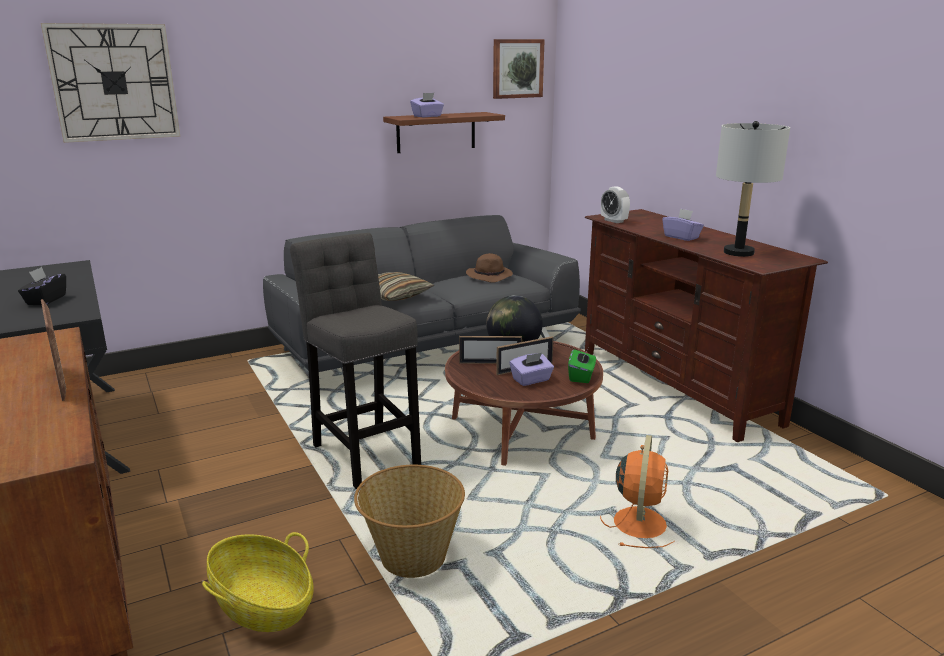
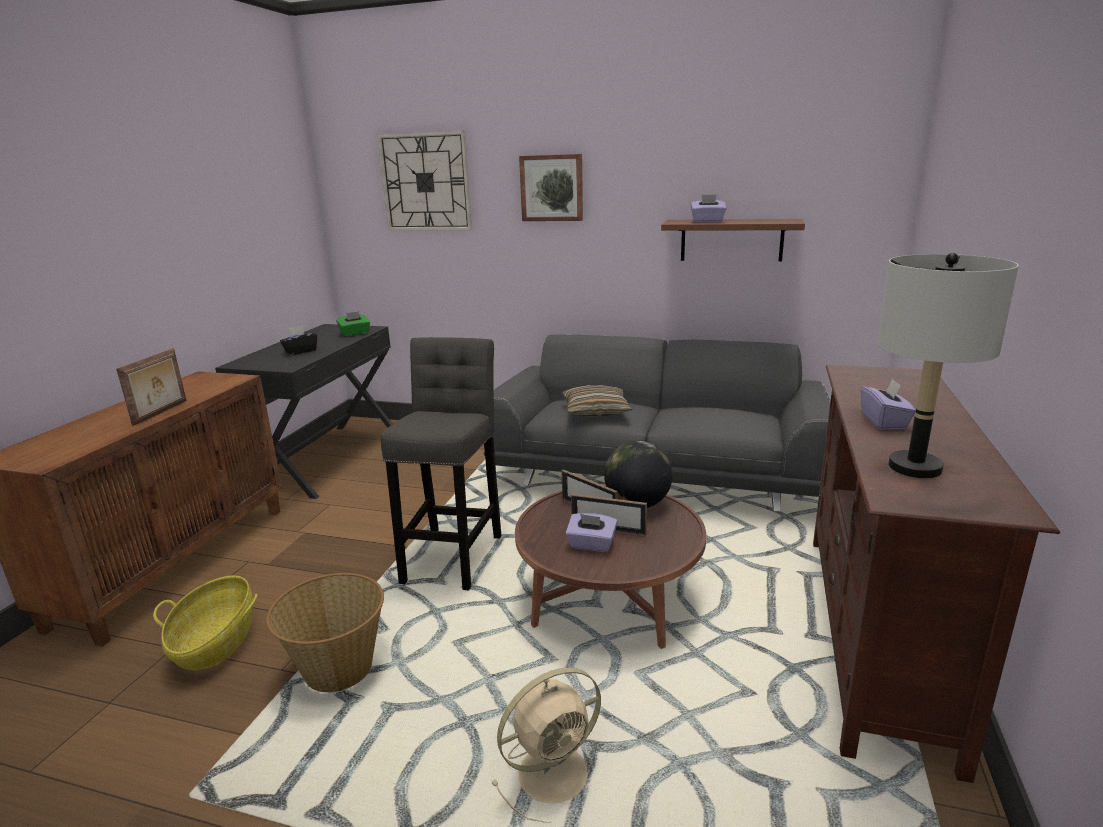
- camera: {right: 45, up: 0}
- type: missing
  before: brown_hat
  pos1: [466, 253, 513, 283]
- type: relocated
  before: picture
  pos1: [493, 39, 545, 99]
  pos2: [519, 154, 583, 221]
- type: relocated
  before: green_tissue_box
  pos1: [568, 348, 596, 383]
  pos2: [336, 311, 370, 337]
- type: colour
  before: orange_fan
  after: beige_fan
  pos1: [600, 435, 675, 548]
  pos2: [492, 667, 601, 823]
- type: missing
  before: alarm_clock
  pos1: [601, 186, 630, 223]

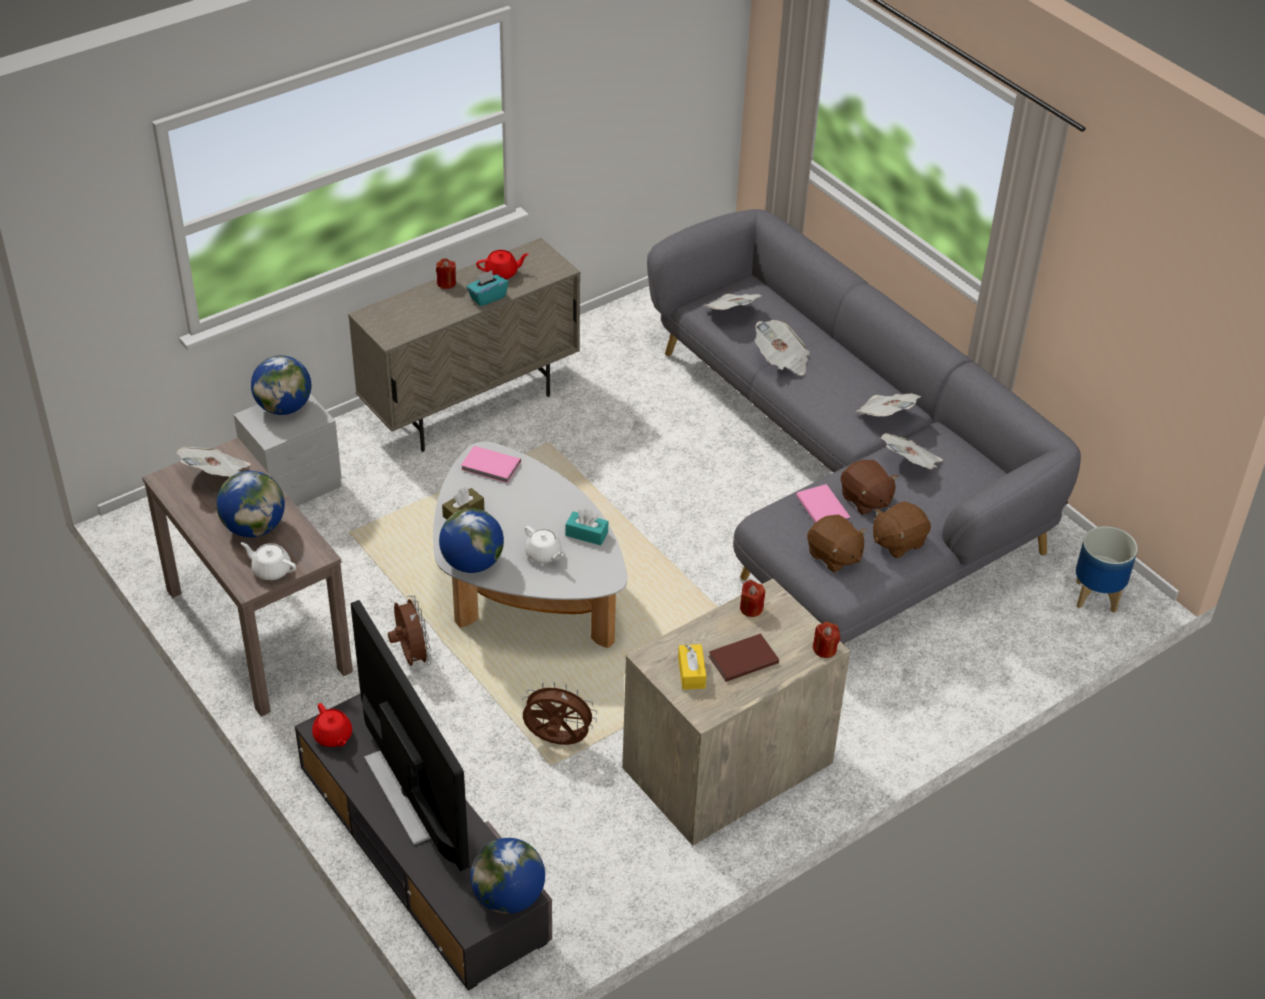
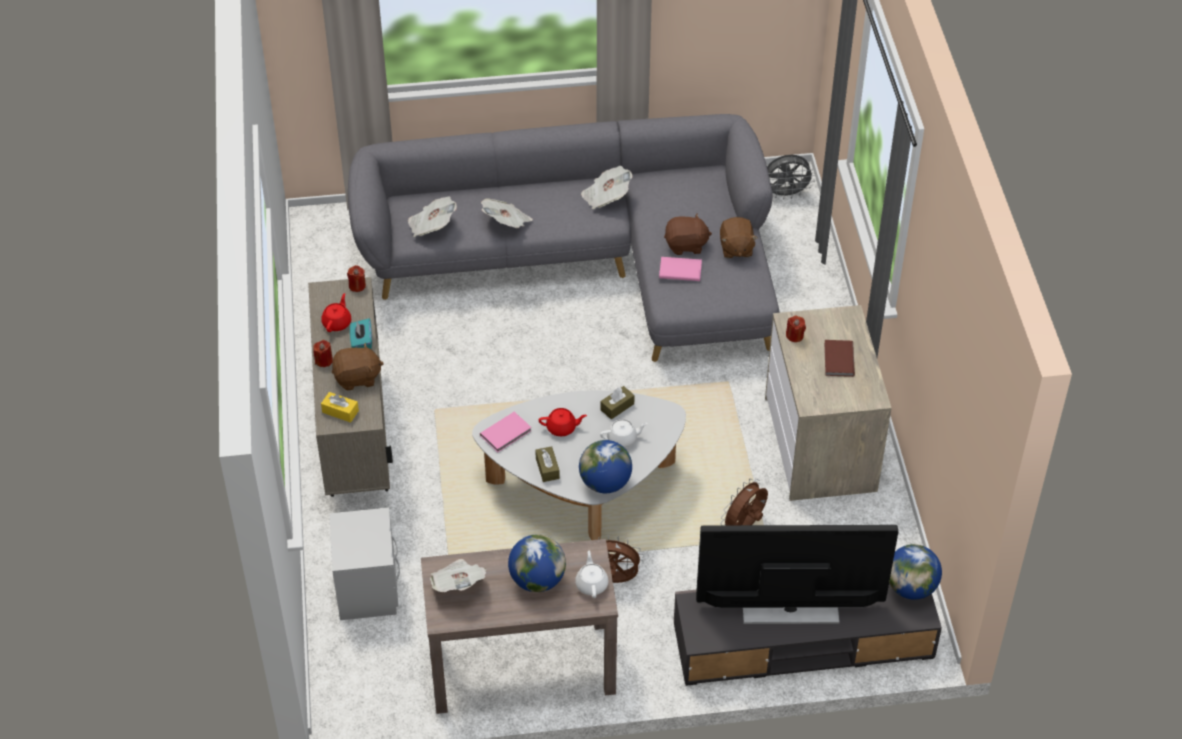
- camera: {right: -60, up: 5}
- type: spun
  before: white_teapot
  pos1: [241, 542, 296, 580]
  pos2: [575, 551, 608, 598]
  turn: 120
- type: missing
  before: globe
  pos1: [251, 355, 311, 415]
- type: relocated
  before: red_teapot
  pos1: [312, 703, 352, 747]
  pos2: [539, 408, 587, 436]
- type: colour
  before: turquoise_tissue_box
  after: brown_tissue_box
  pos1: [566, 509, 608, 545]
  pos2: [600, 386, 635, 419]
- type: relocated
  before: yellow_tissue_box
  pos1: [678, 644, 706, 690]
  pos2: [321, 392, 359, 422]
- type: relocated
  before: brown_plush_toy
  pos1: [807, 515, 866, 572]
  pos2: [332, 342, 384, 390]
- type: relocated
  before: red_candle
  pos1: [813, 622, 840, 658]
  pos2: [347, 265, 366, 292]
- type: missing
  before: newspaper
  pos1: [881, 433, 943, 470]
- type: exchanged
  before: planter
  after: grey_fan
  pos1: [1076, 526, 1138, 613]
  pos2: [767, 155, 815, 200]

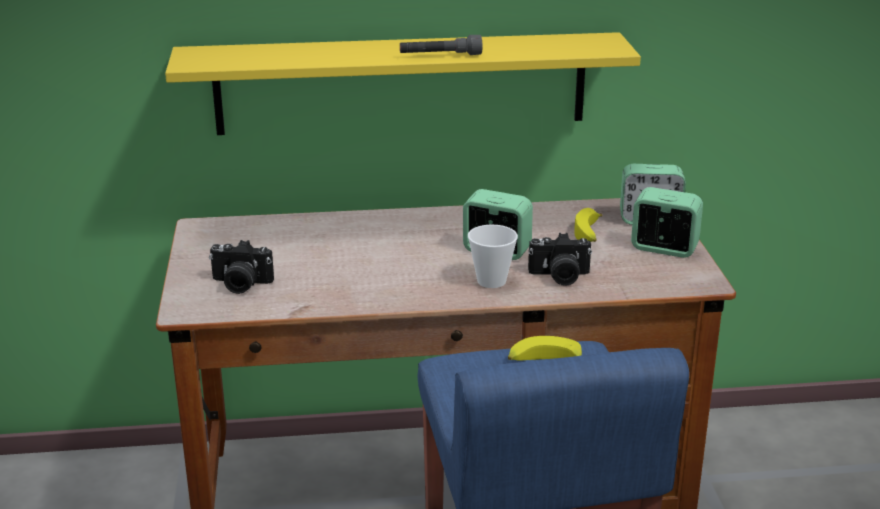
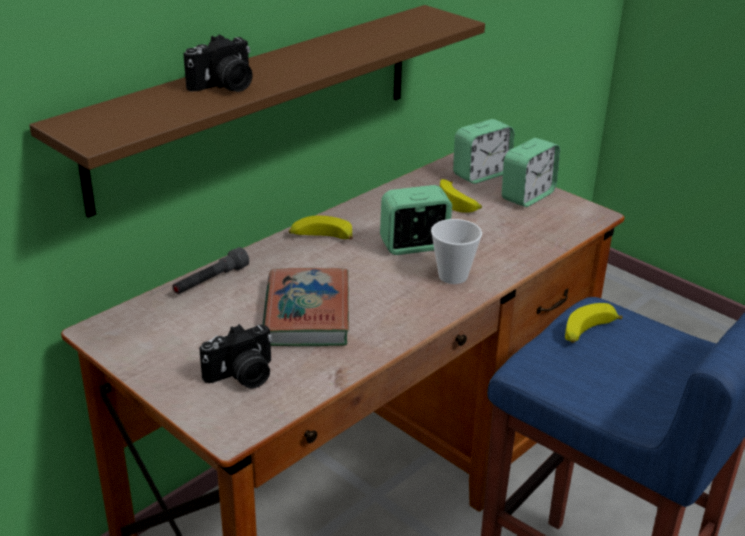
- camera: {right: -40, up: 5}
- type: colour
  before: yellow_shelf
  after: brown_shelf
  pos1: [165, 32, 641, 135]
  pos2: [29, 5, 485, 218]
- type: relocated
  before: grey_flashlight
  pos1: [400, 35, 482, 55]
  pos2: [173, 247, 249, 294]
- type: relocated
  before: photo_camera
  pos1: [528, 233, 592, 286]
  pos2: [183, 35, 253, 92]
- type: spun
  before: alarm_clock
  pos1: [631, 187, 703, 258]
  pos2: [502, 138, 560, 207]
  turn: 150
- type: appeared
  after: book
  pos2: [263, 268, 349, 346]
- type: appeared
  after: banana
  pos2: [289, 216, 353, 240]

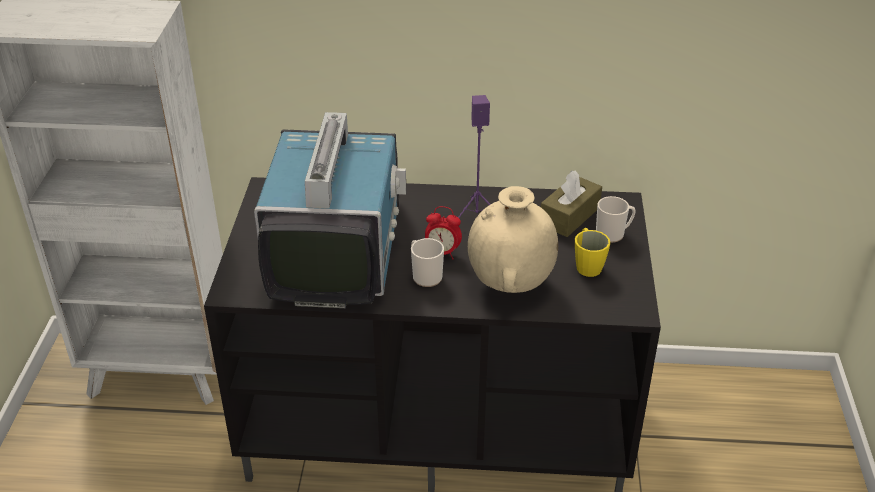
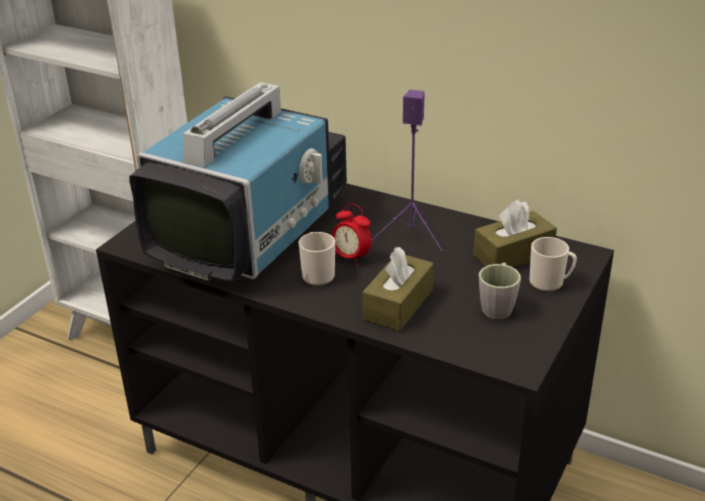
- camera: {right: 25, up: -5}
- type: exchanged
  before: beige_vase
  after: brown_tissue_box
  pos1: [468, 186, 558, 293]
  pos2: [362, 247, 434, 331]
- type: colour
  before: yellow_mug
  after: grey_mug
  pos1: [575, 228, 610, 277]
  pos2: [479, 263, 521, 319]

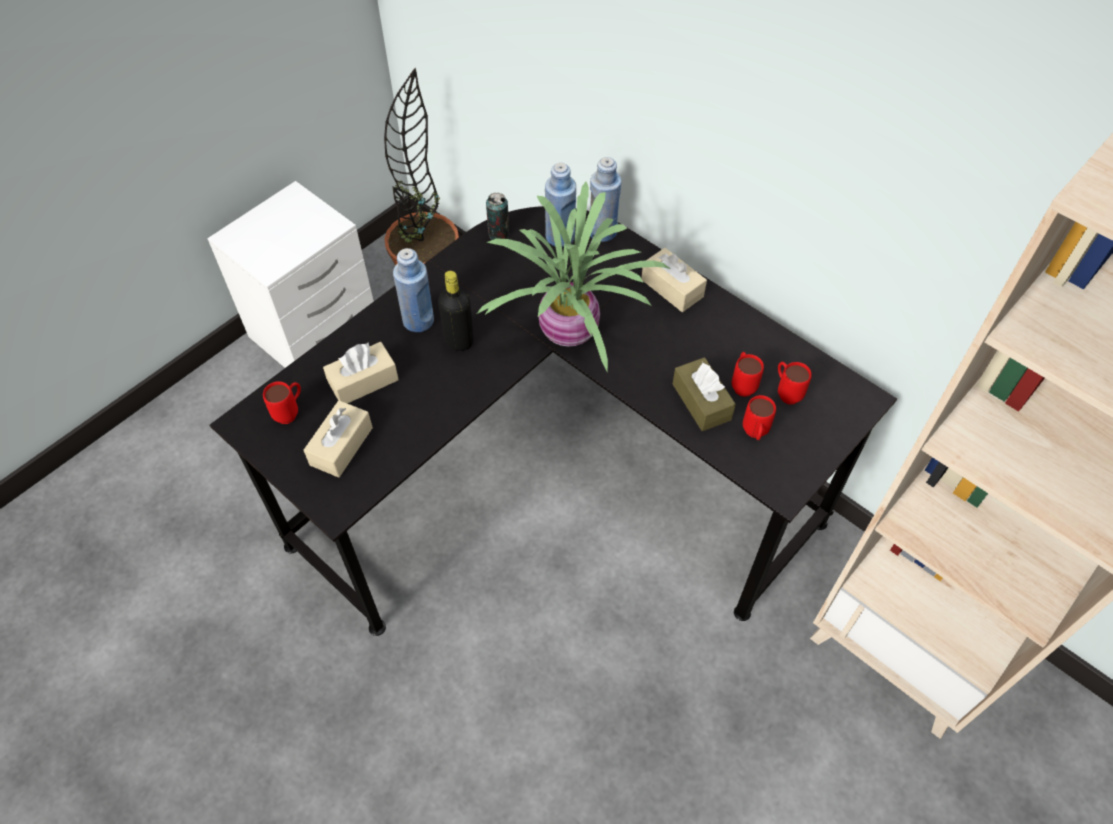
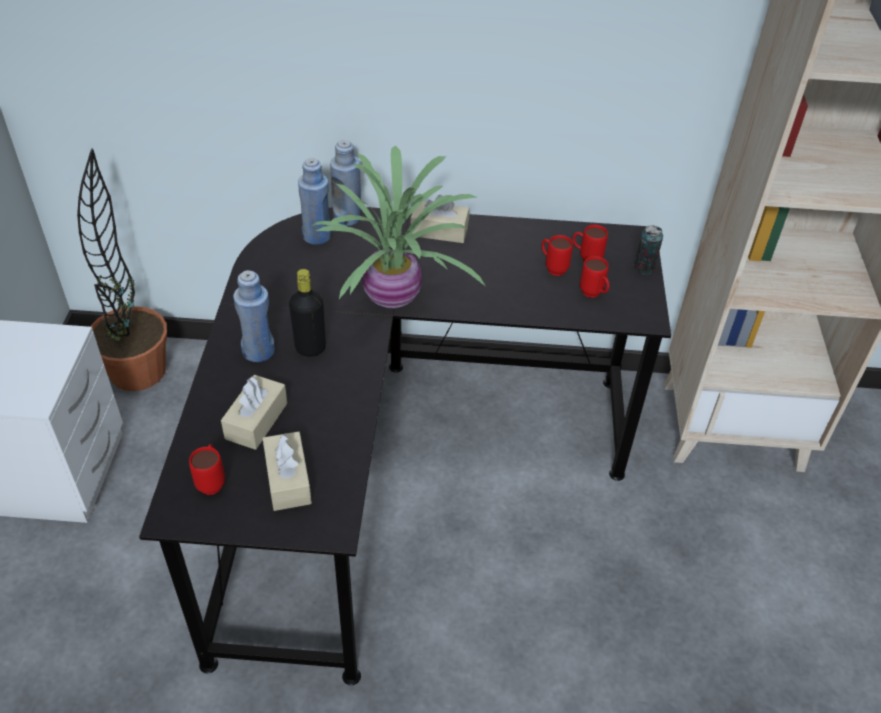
- camera: {right: -40, up: -10}
- type: relocated
  before: can
  pos1: [486, 193, 509, 240]
  pos2: [634, 225, 663, 275]
- type: missing
  before: brown_tissue_box
  pos1: [673, 357, 736, 431]

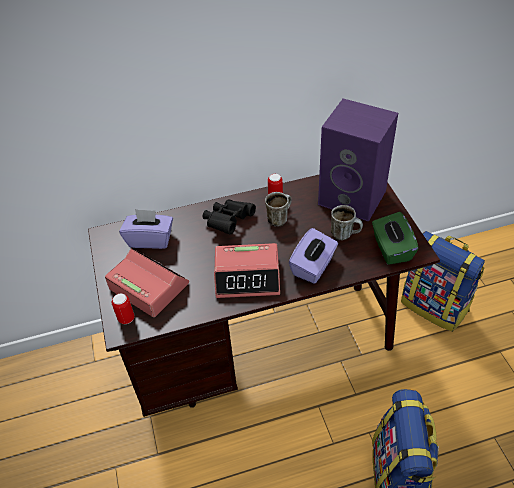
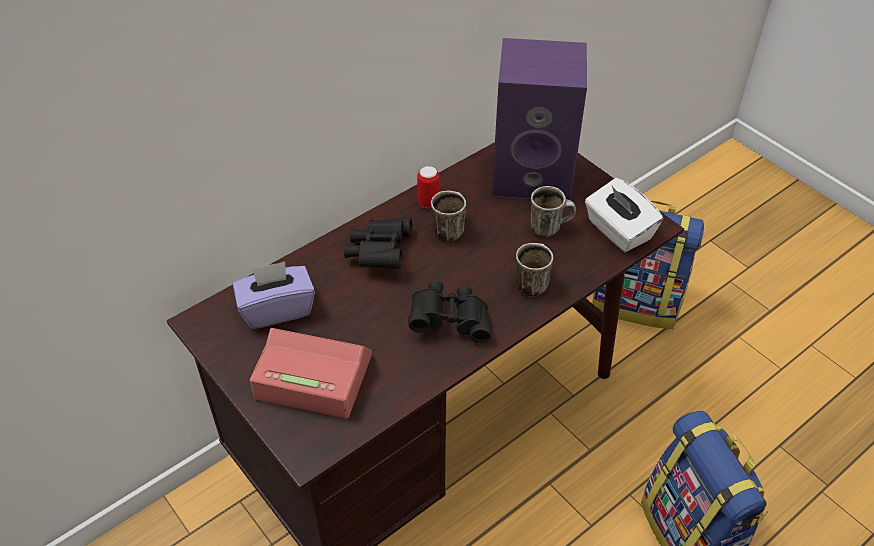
- camera: {right: -25, up: 0}
- type: missing
  before: can
  pos1: [112, 293, 135, 324]
- type: exchanged
  before: alarm_clock
  after: black_binoculars
  pos1: [214, 243, 280, 298]
  pos2: [408, 281, 492, 343]
- type: exchanged
  before: purple_tissue_box
  after: mug
  pos1: [289, 228, 338, 284]
  pos2: [516, 243, 553, 297]
- type: colour
  before: green_tissue_box
  after: white_tissue_box
  pos1: [372, 212, 419, 265]
  pos2: [585, 178, 663, 252]

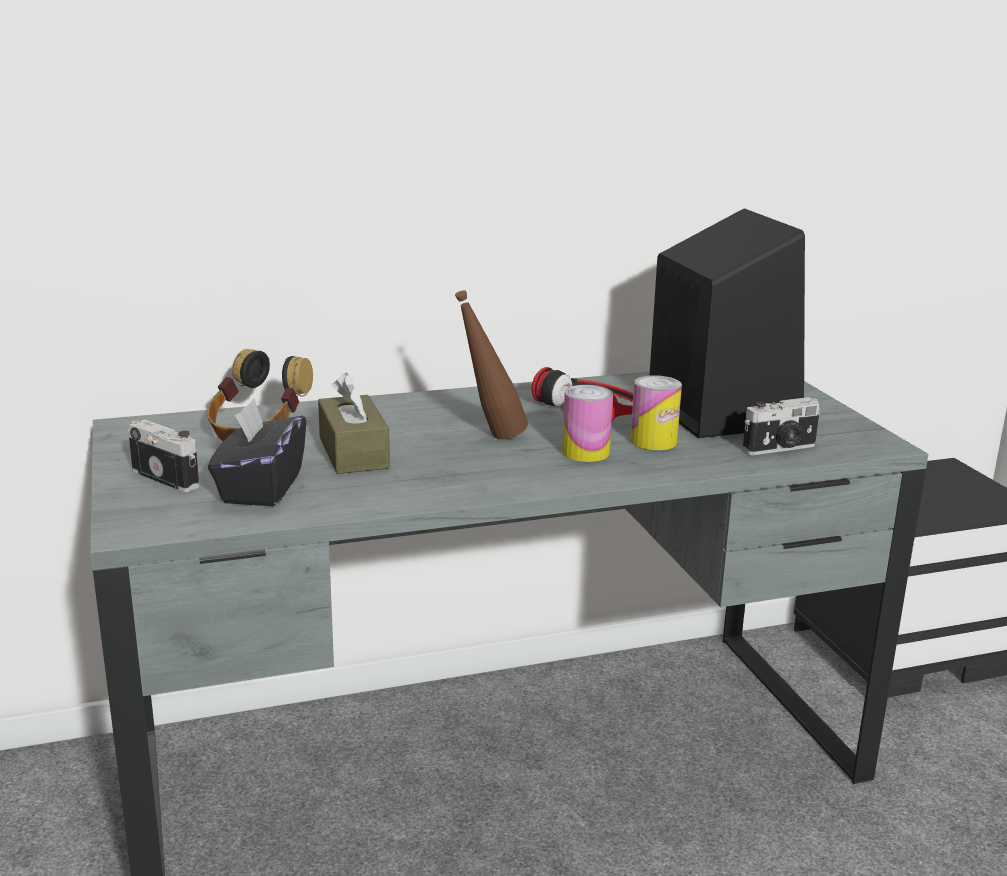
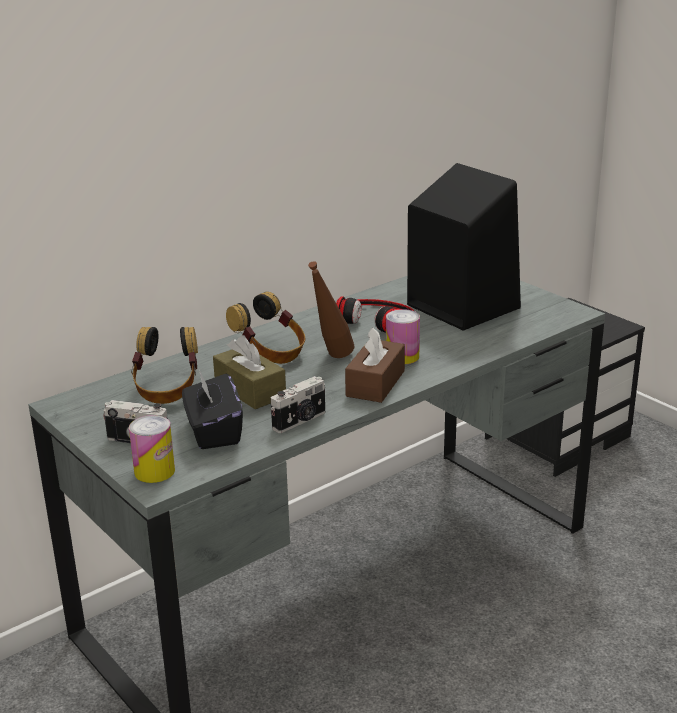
- camera: {right: -20, up: 5}
- type: relocated
  before: can
  pos1: [630, 375, 682, 450]
  pos2: [129, 415, 175, 483]
- type: relocated
  before: photo_camera
  pos1: [742, 397, 820, 455]
  pos2: [271, 376, 325, 433]
- type: appeared
  after: headphones
  pos2: [226, 292, 306, 364]
- type: appeared
  after: brown_tissue_box
  pos2: [345, 327, 405, 403]

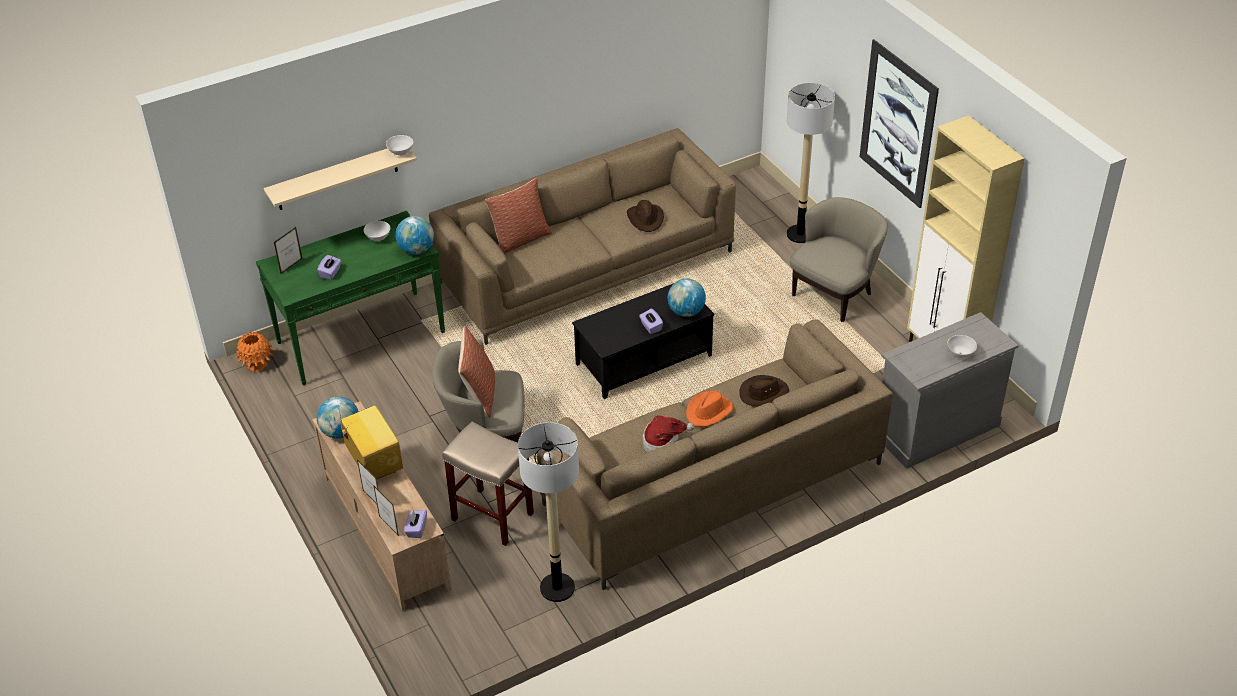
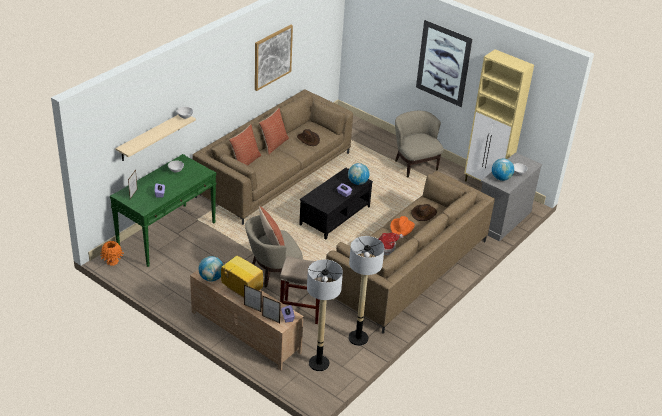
- camera: {right: -25, up: -5}
- type: relocated
  before: globe
  pos1: [395, 216, 434, 255]
  pos2: [492, 158, 514, 181]
- type: relocated
  before: floor_lamp
  pos1: [787, 83, 835, 243]
  pos2: [307, 259, 343, 371]
- type: spun
  before: beige_armchair
  pos1: [790, 197, 888, 322]
  pos2: [395, 111, 444, 177]
  turn: -45
- type: appeared
  after: picture
  pos2: [255, 25, 293, 91]
- type: appeared
  after: pillow
  pos2: [259, 108, 289, 154]

